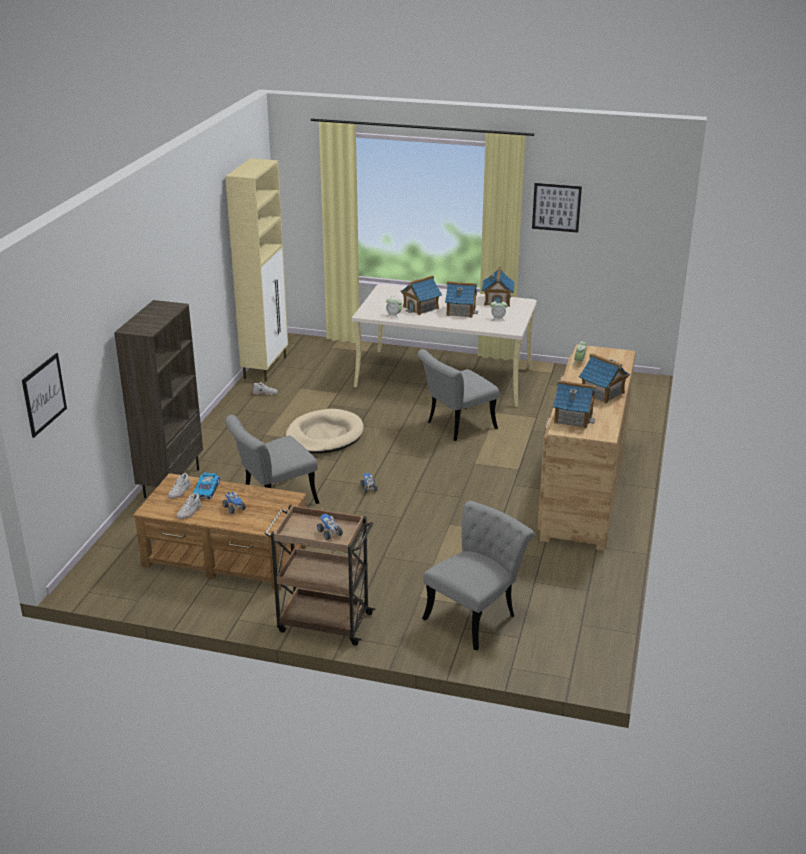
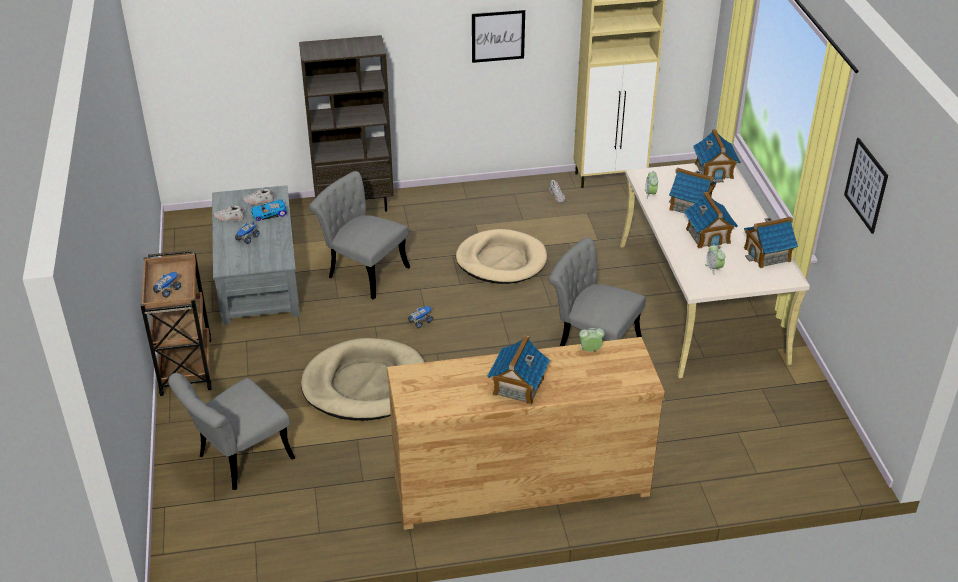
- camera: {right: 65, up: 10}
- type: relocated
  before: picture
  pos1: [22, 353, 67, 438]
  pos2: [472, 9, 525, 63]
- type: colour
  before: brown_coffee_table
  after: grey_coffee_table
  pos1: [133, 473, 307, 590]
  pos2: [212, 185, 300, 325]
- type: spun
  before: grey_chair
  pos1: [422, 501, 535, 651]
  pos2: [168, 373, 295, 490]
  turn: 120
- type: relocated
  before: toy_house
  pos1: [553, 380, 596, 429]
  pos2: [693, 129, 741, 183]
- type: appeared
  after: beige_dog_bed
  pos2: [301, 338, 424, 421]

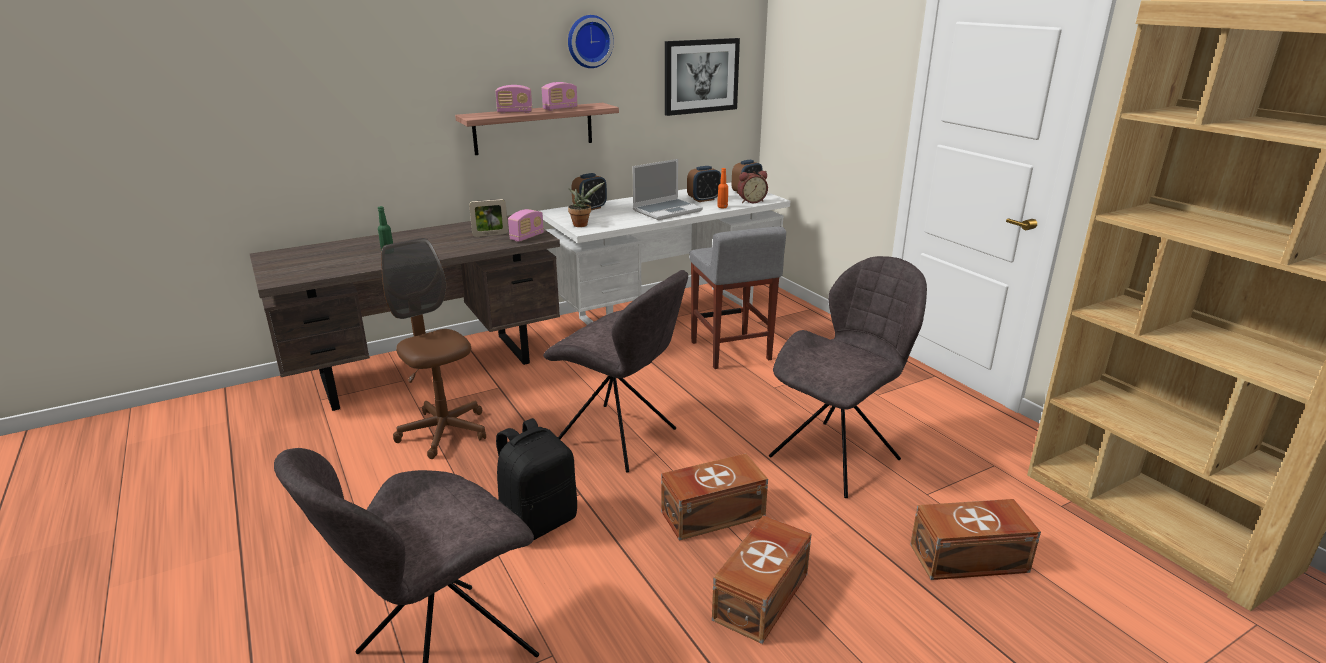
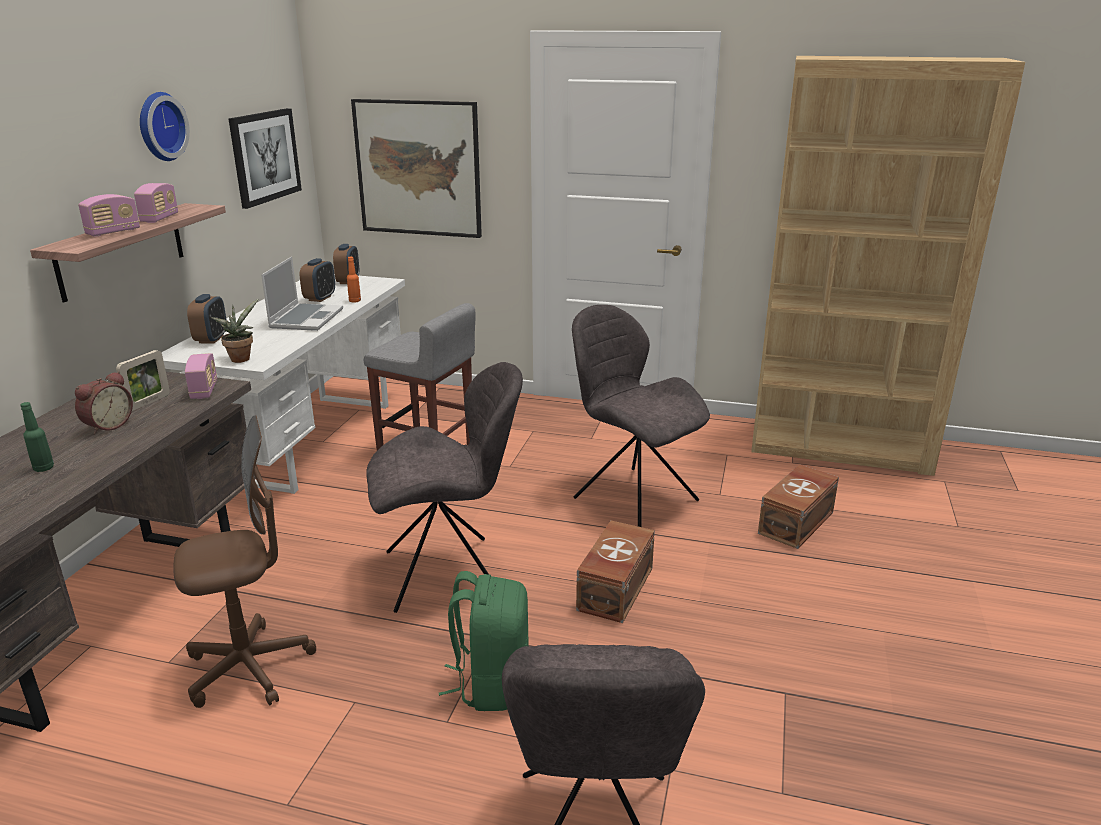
- camera: {right: -45, up: 0}
- type: spun
  before: brown_office_chair
  pos1: [381, 238, 486, 459]
  pos2: [173, 415, 316, 708]
  turn: 150
- type: colour
  before: black_backpack
  after: green_backpack
  pos1: [496, 418, 577, 540]
  pos2: [439, 571, 528, 711]
- type: missing
  before: brown_storage_box
  pos1: [712, 515, 811, 644]
- type: relocated
  before: alarm_clock
  pos1: [737, 171, 768, 203]
  pos2: [75, 371, 133, 435]
- type: spun
  before: grey_chair
  pos1: [769, 256, 927, 498]
  pos2: [572, 305, 710, 527]
  turn: -45
- type: appeared
  after: picture
  pos2: [351, 99, 482, 238]

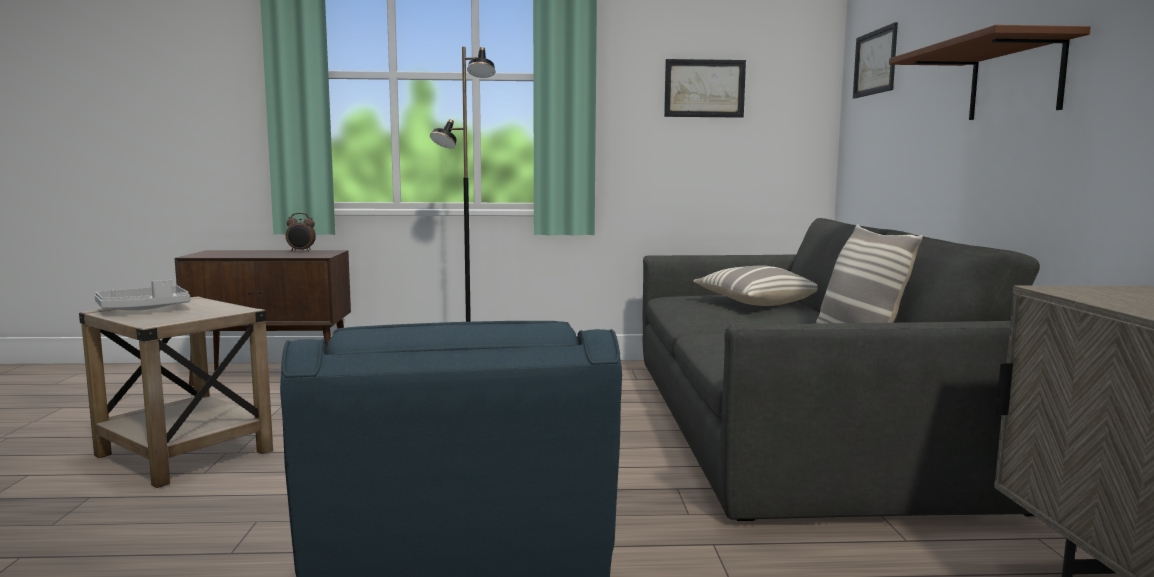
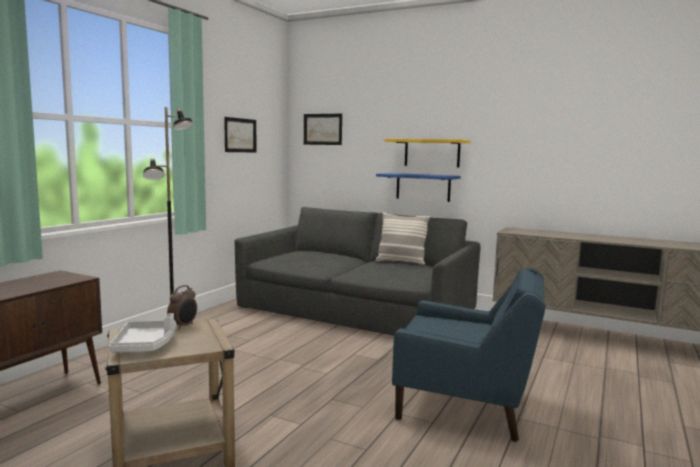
- camera: {right: -60, up: 0}
- type: relocated
  before: alarm_clock
  pos1: [286, 213, 316, 252]
  pos2: [167, 285, 197, 329]
- type: missing
  before: pillow
  pos1: [693, 265, 818, 306]
- type: colour
  before: brown_shelf
  after: yellow_shelf
  pos1: [889, 25, 1090, 120]
  pos2: [384, 139, 471, 167]
- type: appeared
  after: blue_shelf
  pos2: [376, 173, 461, 202]

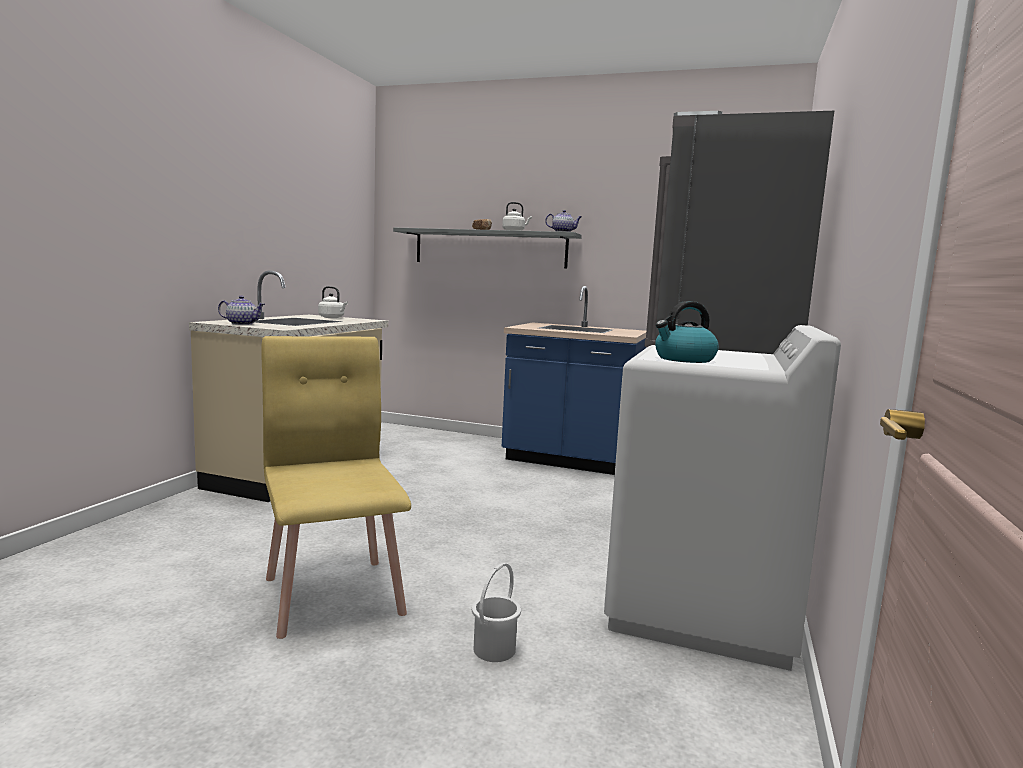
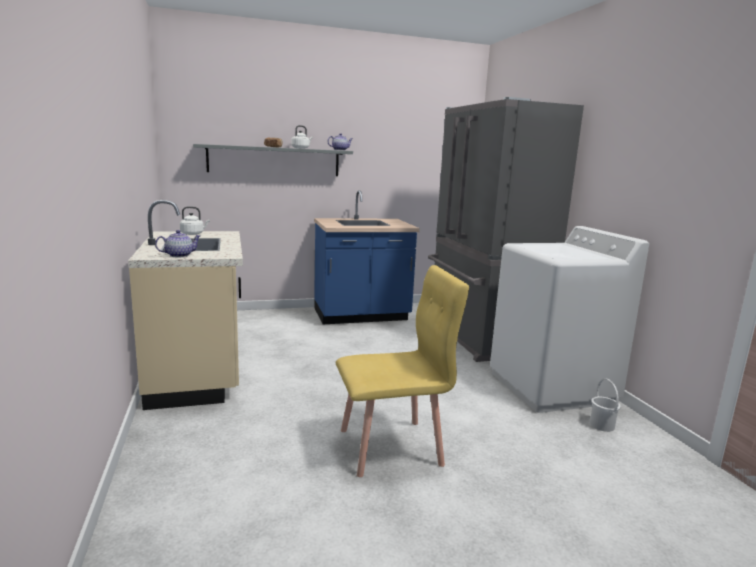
- camera: {right: -35, up: 5}
- type: spun
  before: yellow_chair
  pos1: [261, 336, 411, 639]
  pos2: [336, 265, 469, 477]
  turn: 135
- type: relocated
  before: white_bucket
  pos1: [472, 563, 521, 662]
  pos2: [590, 378, 621, 432]
- type: missing
  before: kettle
  pos1: [655, 301, 719, 363]

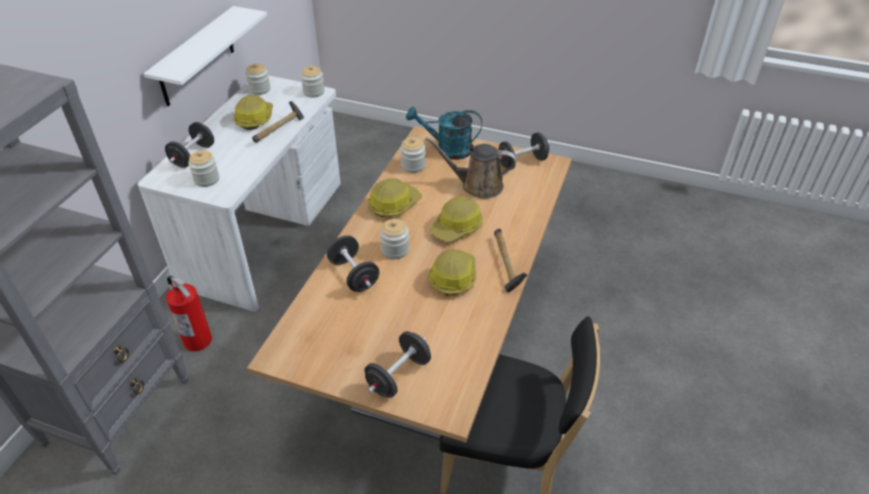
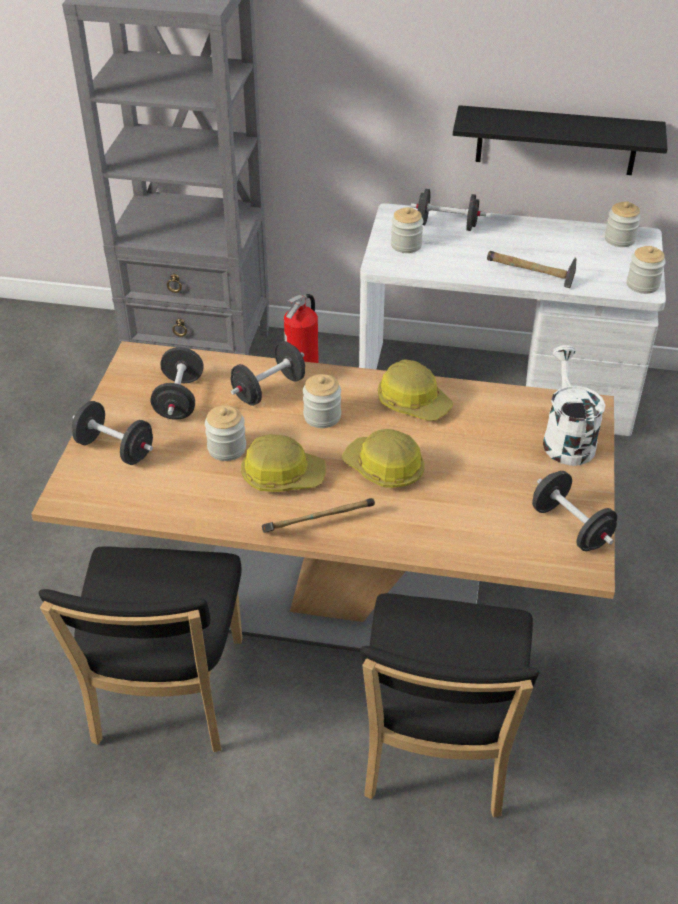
- camera: {right: 80, up: 0}
- type: colour
  before: white_shelf
  after: black_shelf
  pos1: [143, 6, 267, 106]
  pos2: [453, 105, 668, 175]
- type: missing
  before: hard_hat
  pos1: [233, 95, 273, 130]
- type: relocated
  before: jar
  pos1: [400, 137, 426, 173]
  pos2: [205, 405, 246, 461]
- type: colour
  before: turquoise_watering_can
  after: white_watering_can
  pos1: [406, 107, 482, 160]
  pos2: [543, 345, 605, 466]
- type: missing
  before: brown_watering_can
  pos1: [425, 137, 516, 199]
- type: appeared
  after: black_dumbbell
  pos2: [151, 347, 204, 420]
- type: appeared
  after: black_chair
  pos2: [360, 593, 539, 817]

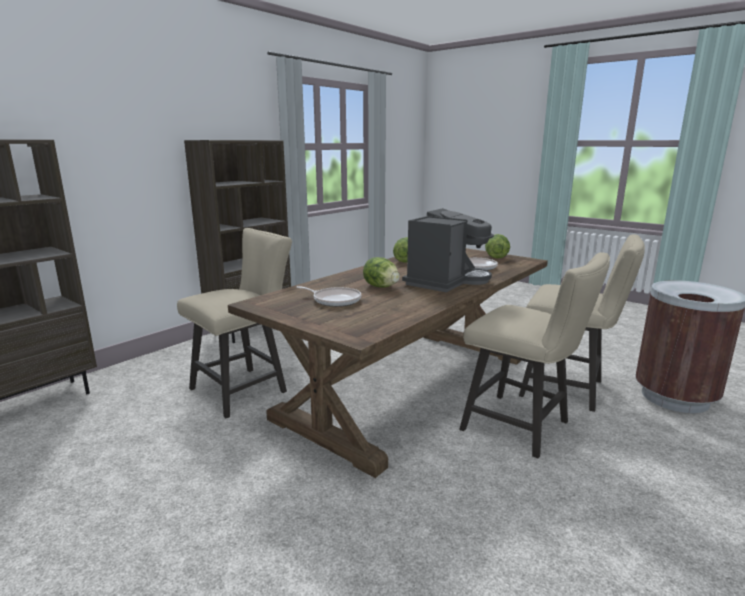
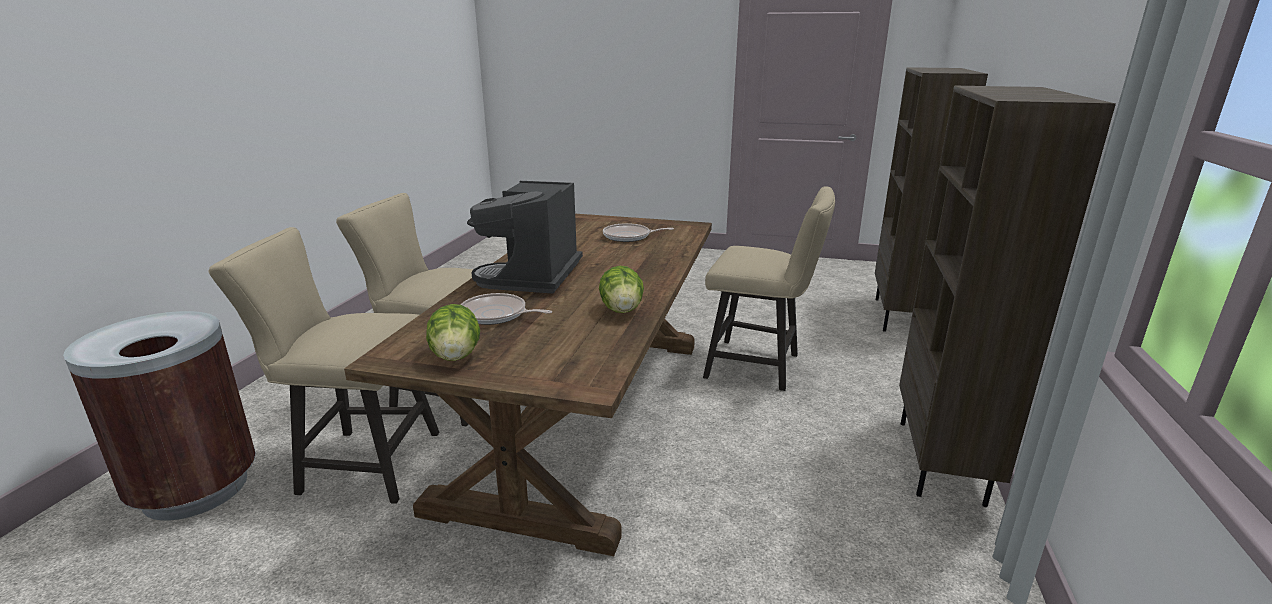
- camera: {right: 155, up: 5}
- type: spun
  before: beige_chair
  pos1: [177, 228, 292, 418]
  pos2: [703, 186, 835, 391]
  turn: -90
- type: missing
  before: lettuce
  pos1: [363, 257, 400, 287]

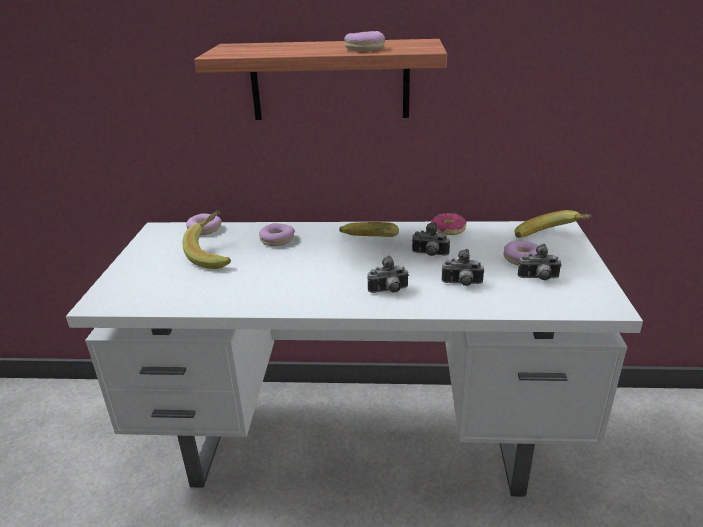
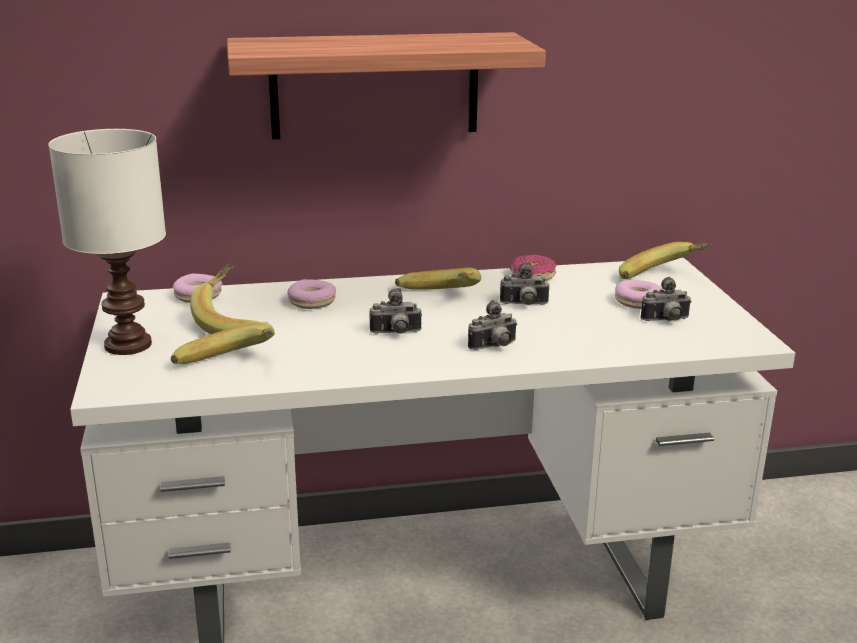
- camera: {right: -15, up: -5}
- type: missing
  before: donut
  pos1: [344, 31, 385, 51]
- type: relocated
  before: photo_camera
  pos1: [442, 249, 484, 286]
  pos2: [369, 288, 422, 334]
- type: appeared
  after: white_table_lamp
  pos2: [48, 129, 166, 355]
- type: appeared
  after: banana
  pos2: [171, 322, 275, 364]

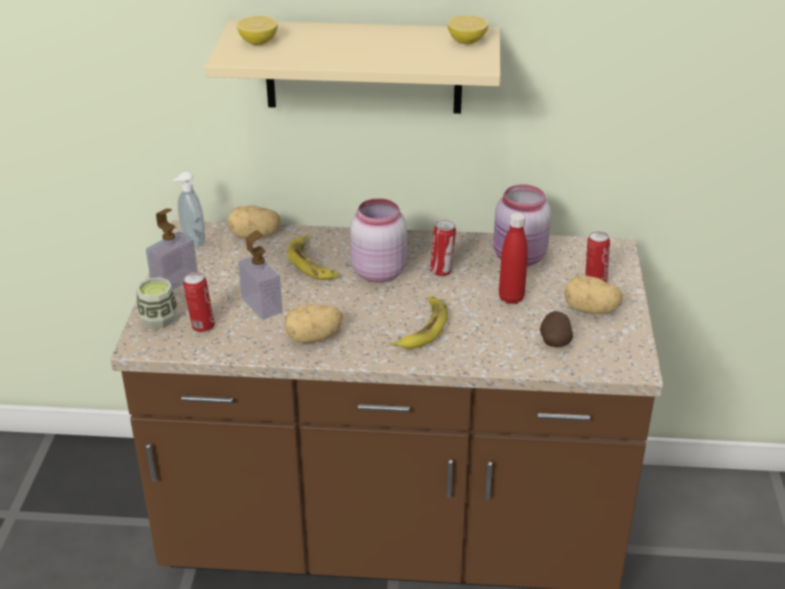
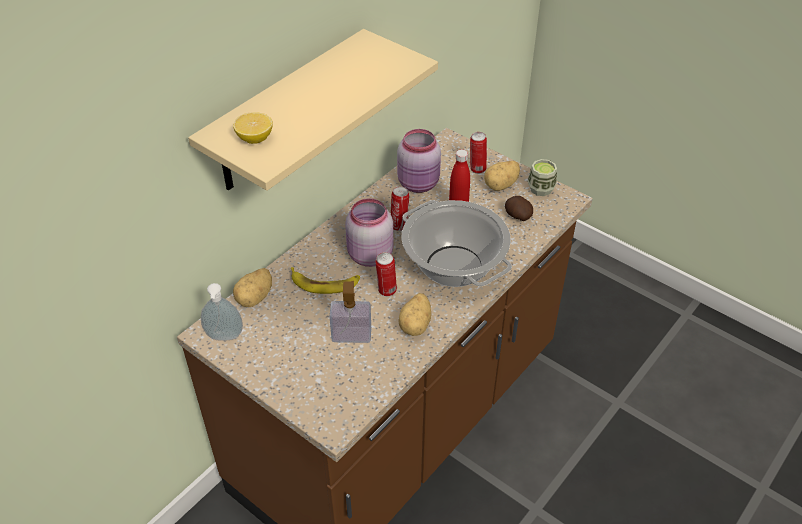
- camera: {right: -55, up: 10}
- type: relocated
  before: cup
  pos1: [136, 277, 178, 328]
  pos2: [528, 159, 557, 196]
- type: missing
  before: soap_dispenser
  pos1: [146, 208, 198, 290]
- type: relocated
  before: can
  pos1: [183, 272, 215, 333]
  pos2: [375, 252, 397, 296]
- type: exchanged
  before: banana
  after: cooking_pot
  pos1: [389, 296, 448, 349]
  pos2: [401, 200, 512, 287]
- type: missing
  before: lemon
  pos1: [447, 15, 488, 44]

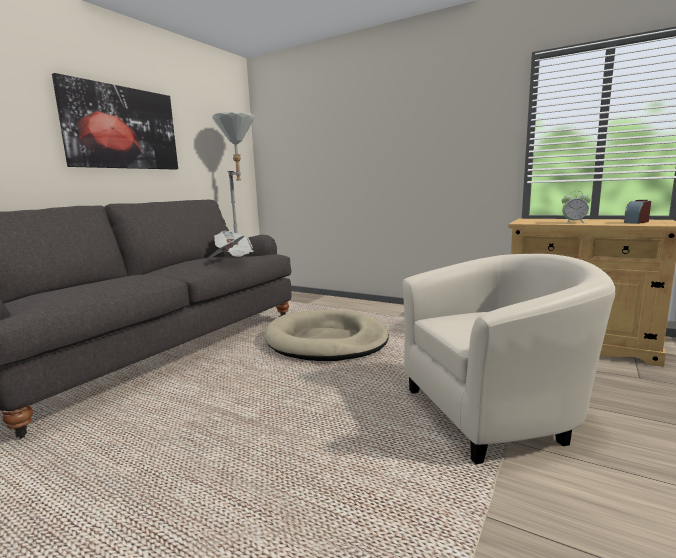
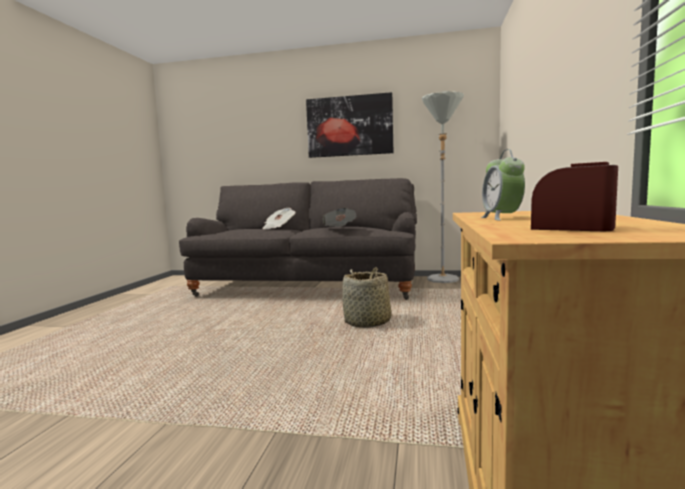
- camera: {right: 70, up: -5}
- type: relocated
  before: newspaper
  pos1: [214, 231, 253, 257]
  pos2: [262, 208, 295, 229]
- type: exchanged
  before: beige_dog_bed
  after: basket
  pos1: [264, 310, 389, 361]
  pos2: [342, 267, 392, 328]
- type: missing
  before: beige_armchair
  pos1: [402, 254, 615, 465]

